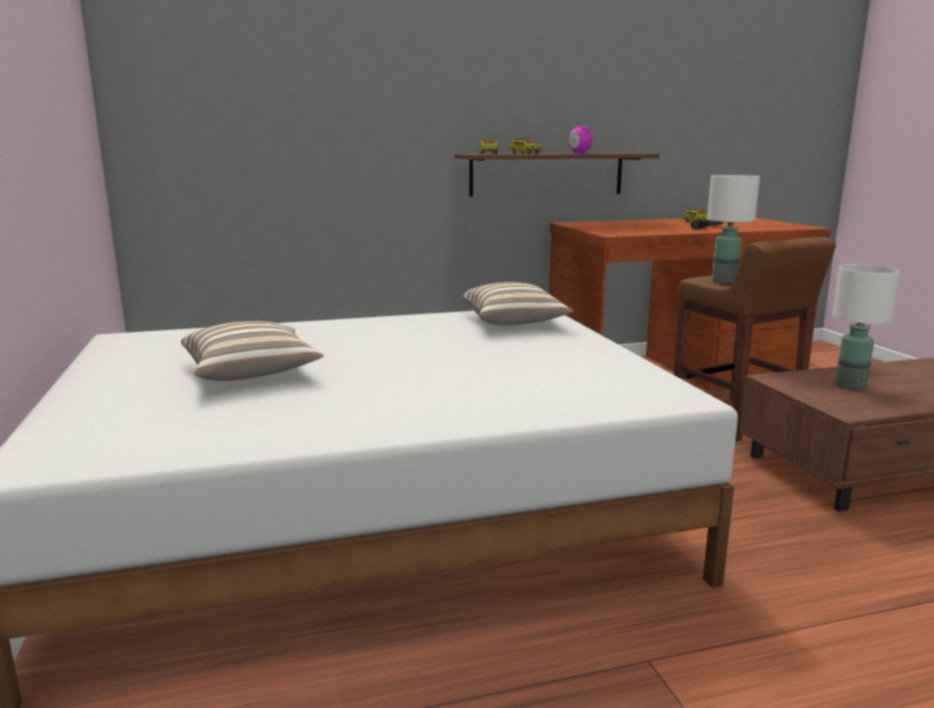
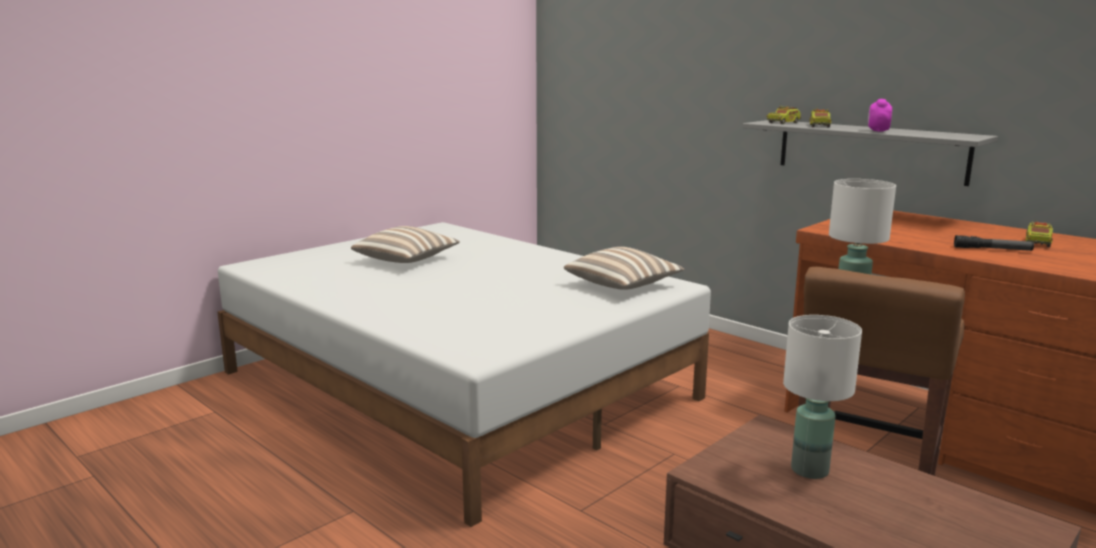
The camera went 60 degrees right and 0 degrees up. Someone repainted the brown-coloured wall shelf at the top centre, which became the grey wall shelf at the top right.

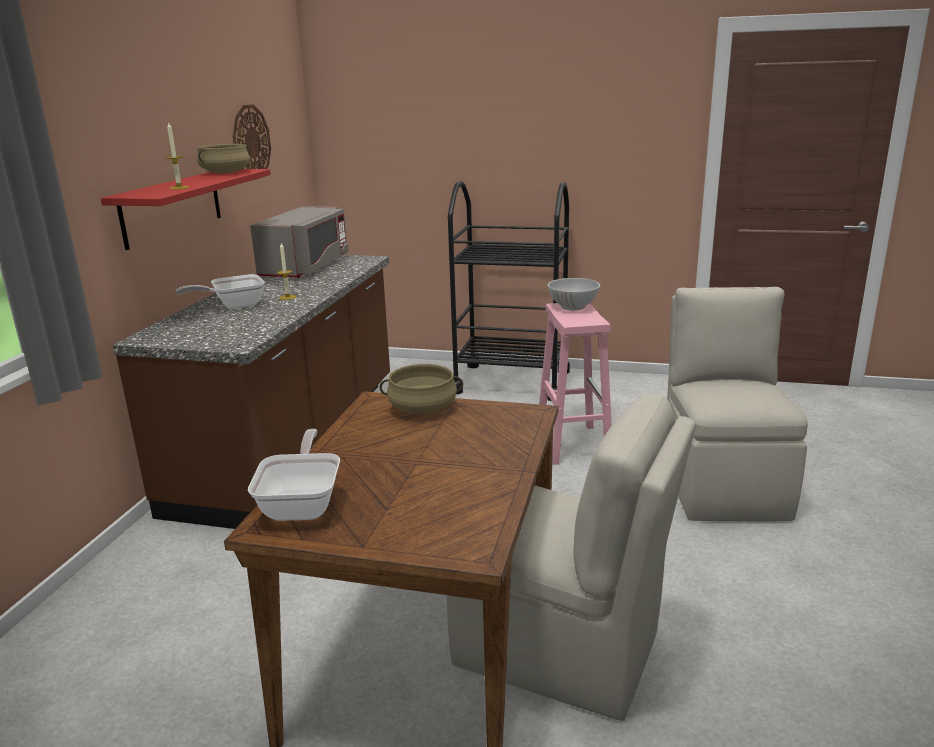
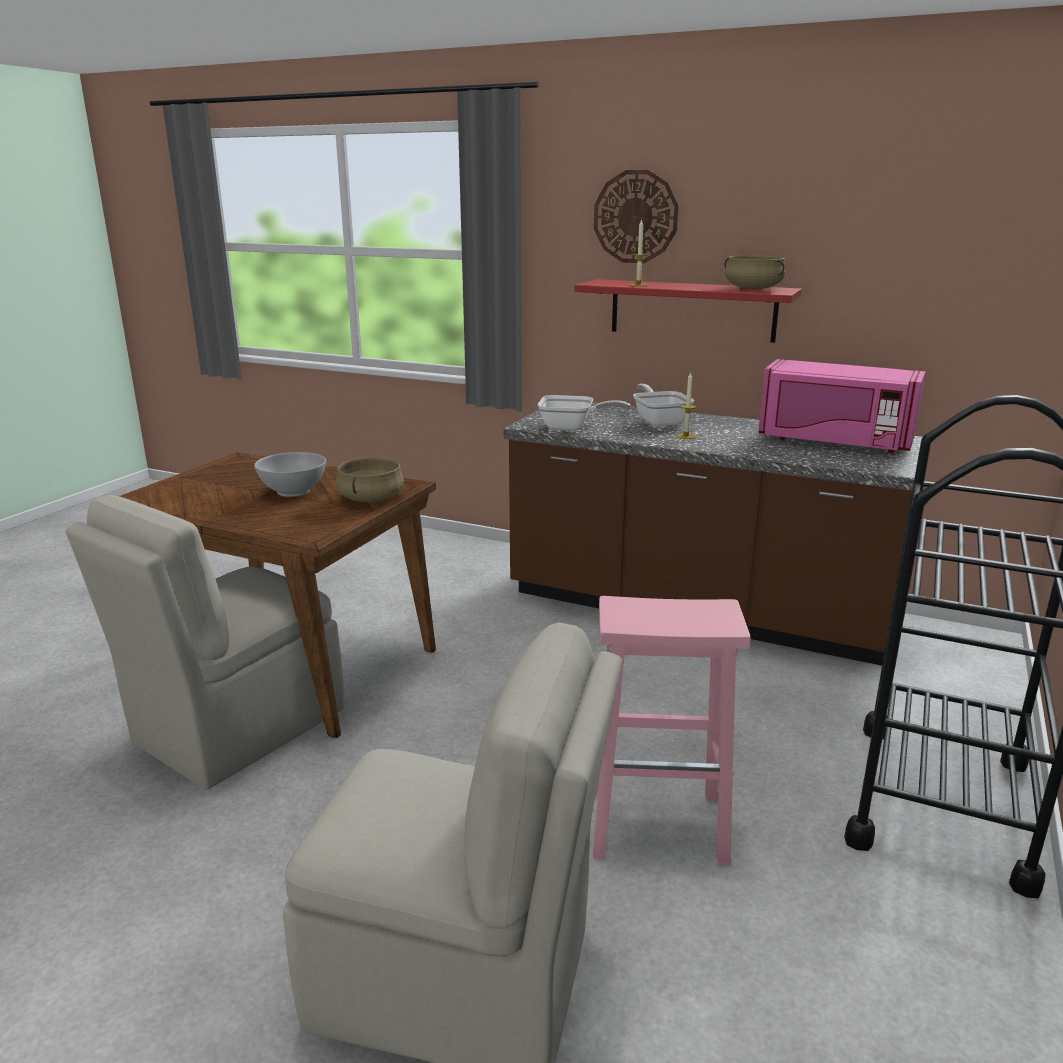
The camera went 100 degrees right and 0 degrees up. Someone carried the wall clock from the top left to the top centre. Someone repainted the grey microwave oven at the top left, which became the pink microwave oven at the middle right. Someone carried the white-coloured deep dish from the centre to the middle left. Someone carried the skillet (2nd from left in the first image) from the middle left to the centre.

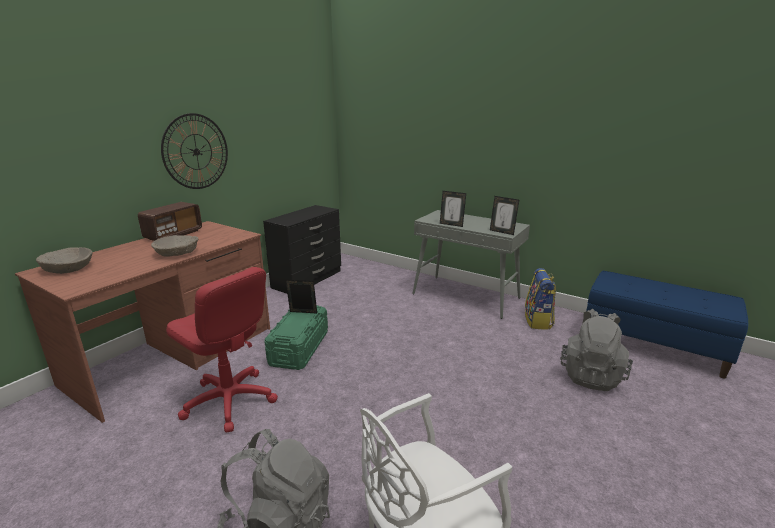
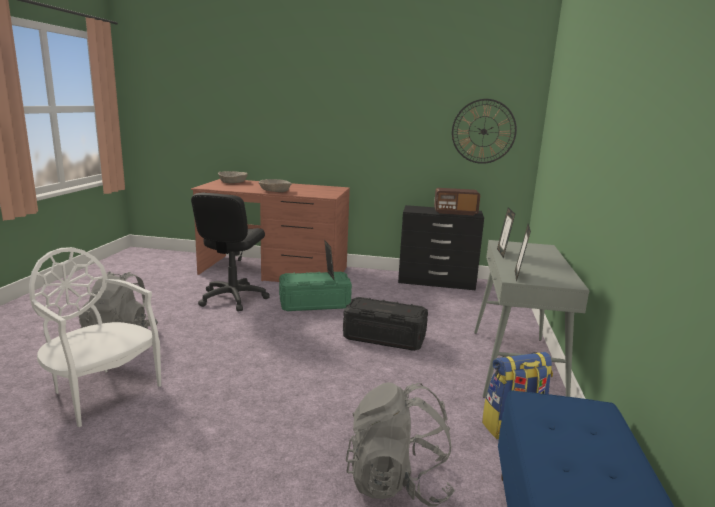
The camera went 65 degrees right and 5 degrees down. Someone carried the wall clock from the top left to the top right. Someone carried the radio set from the middle left to the centre. Someone repainted the reddish desk chair at the middle left, which became the black-coloured desk chair at the middle left. Someone put down the black-coloured storage box at the centre.

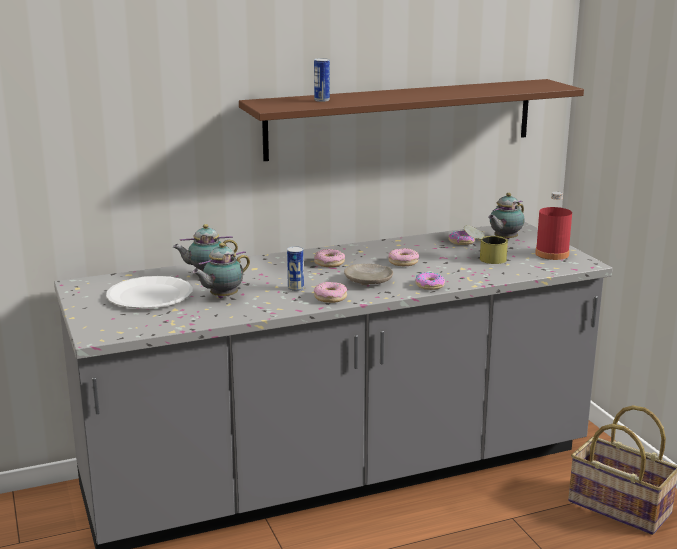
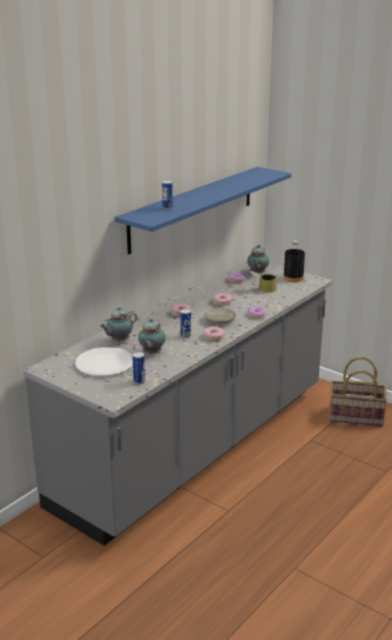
The camera went 30 degrees left and 5 degrees up. Someone repainted the brown-coloured wall shelf at the top centre, which became the bluish wall shelf at the top centre. Someone repainted the reddish drink bottle at the middle right, which became the black-coloured drink bottle at the middle right. Someone put down the sealed can (1st from left) at the centre.

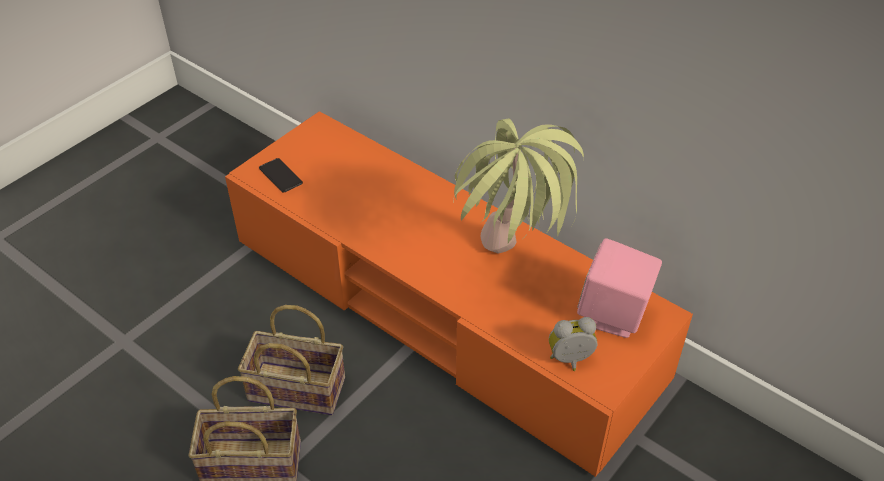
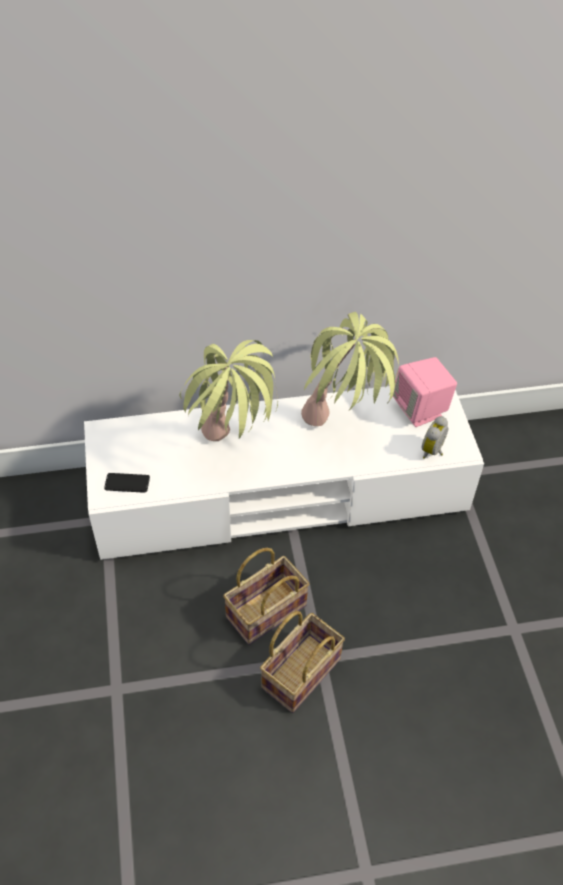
The camera went 50 degrees left and 5 degrees up. Someone repainted the orange tv stand at the centre, which became the white-coloured tv stand at the centre. Someone put down the houseplant (1st from left) at the centre.

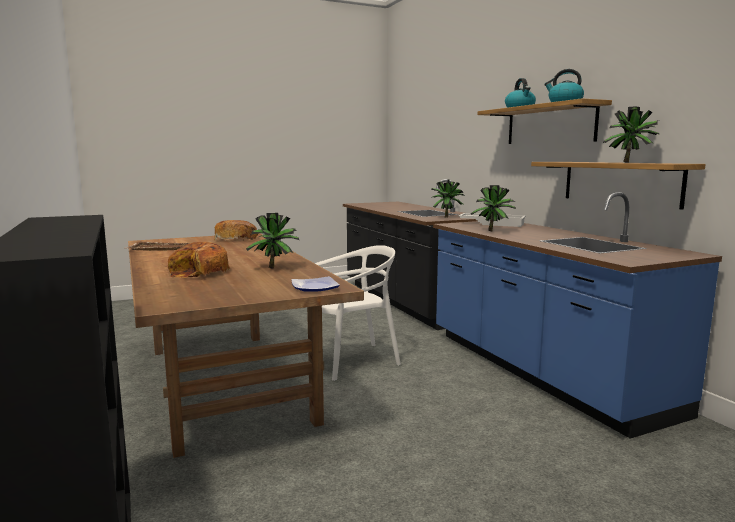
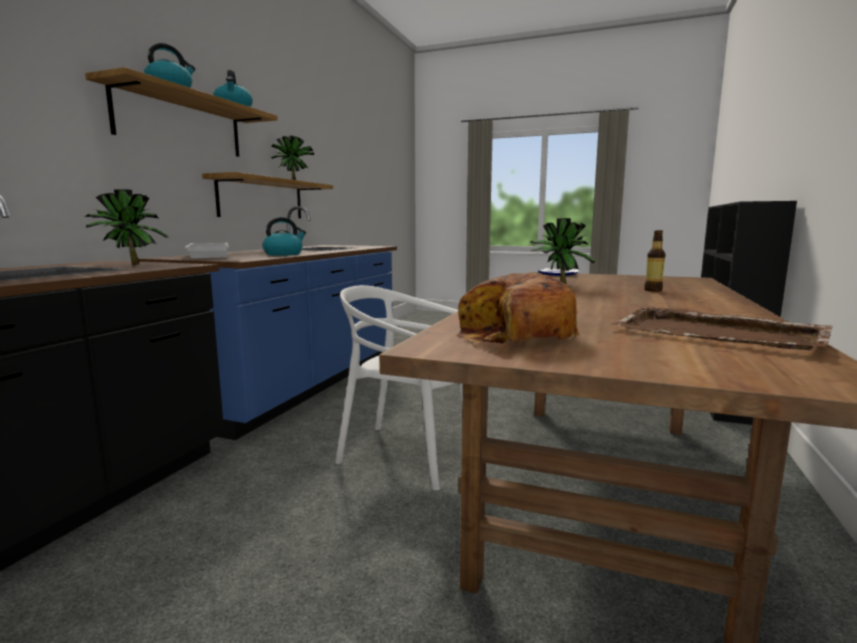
The camera went 135 degrees left and 0 degrees up. Someone swapped the houseplant (3rd from left) at the middle right for the kettle (3rd from left) at the middle left. Someone swapped the bakery bread (1st from left) at the middle left for the drink bottle at the middle right.

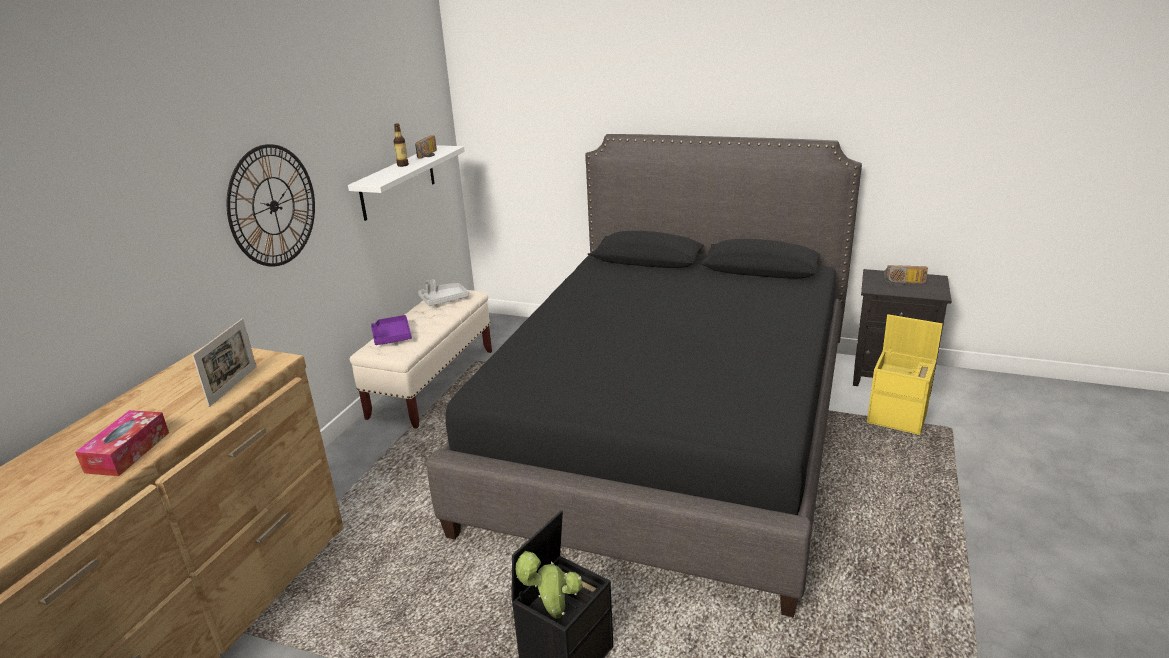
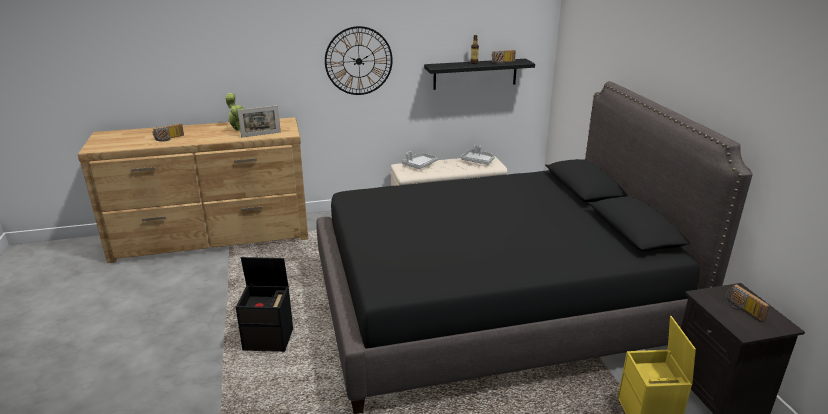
The camera went 55 degrees right and 0 degrees up. Someone repainted the white-coloured wall shelf at the top centre, which became the black-coloured wall shelf at the top centre. Someone repainted the purple serving tray at the centre, which became the grey serving tray (1st from left) at the centre. Someone took away the tissue box at the bottom left. Someone carried the houseplant from the bottom centre to the top left. Someone put down the radio set (1st from left) at the top left.

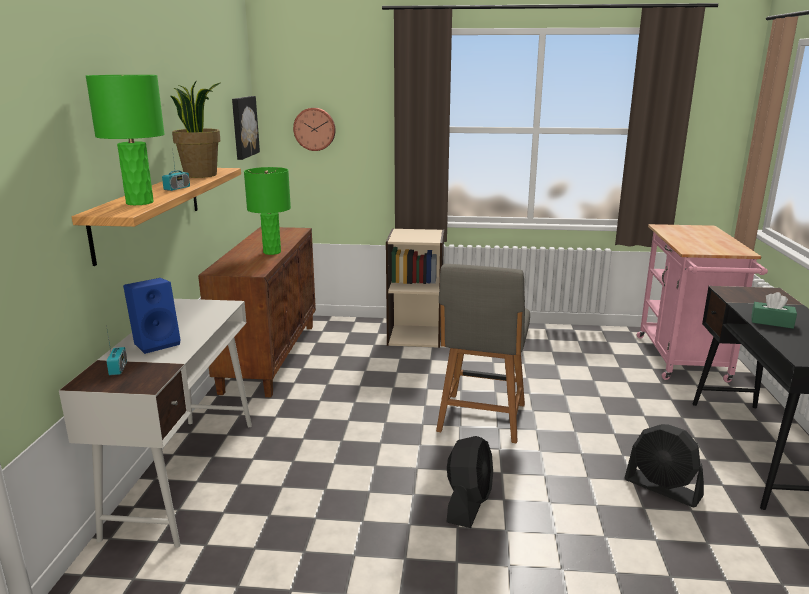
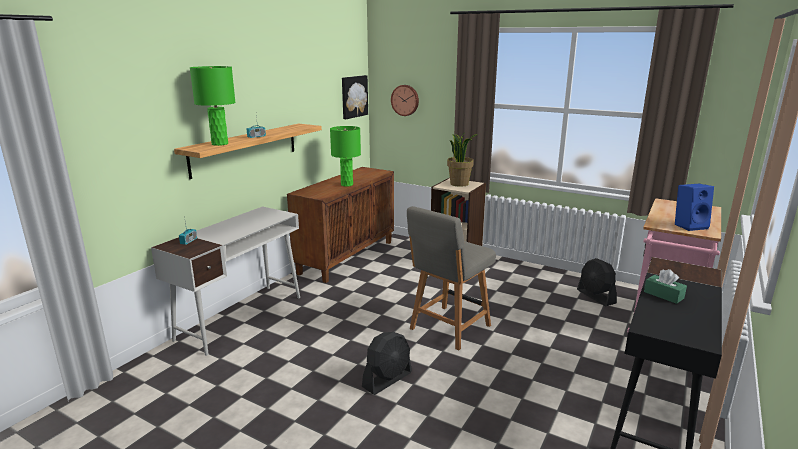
The camera went 25 degrees right and 0 degrees up. Someone carried the houseplant from the top left to the centre. Someone carried the bluish speaker from the middle left to the middle right. Someone carried the black-coloured electric fan (2nd from left) from the bottom right to the middle right.

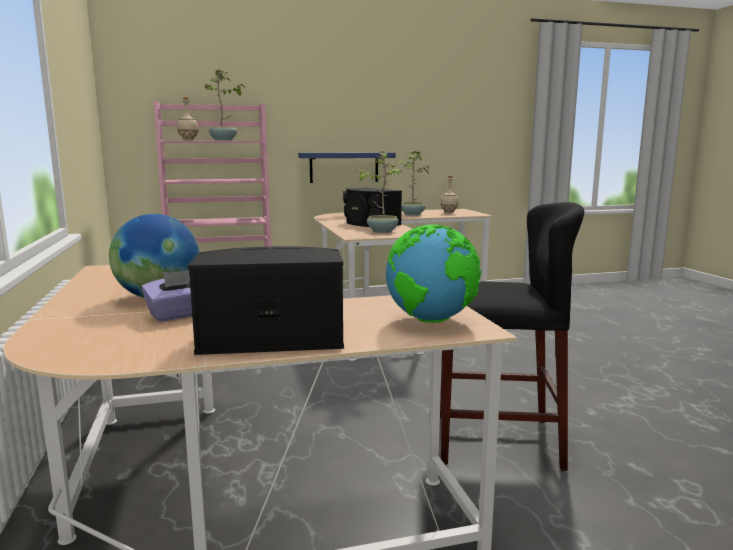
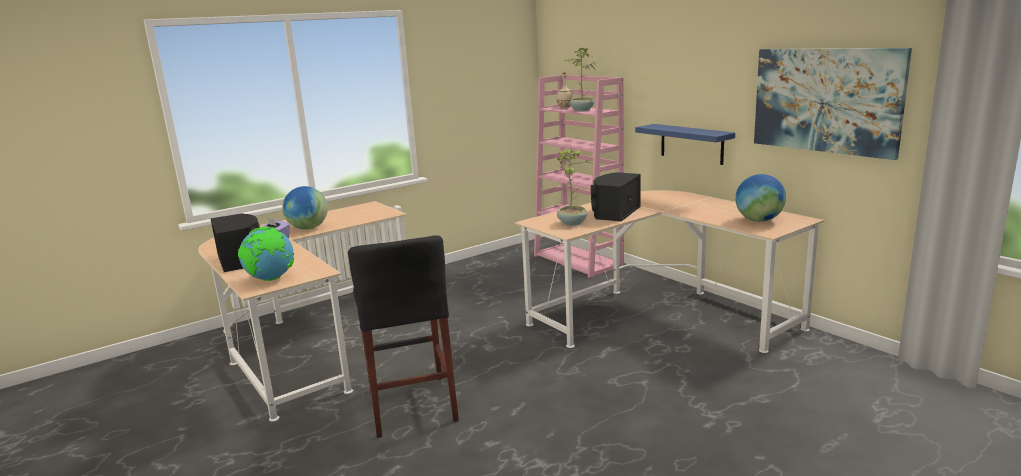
The camera went 70 degrees right and 5 degrees up. Someone took away the houseplant (3rd from left) at the top centre. Someone swapped the beige-coloured drink bottle (2nd from left) at the centre for the desk globe (3rd from left) at the middle right. Someone put up the wall picture at the top right.

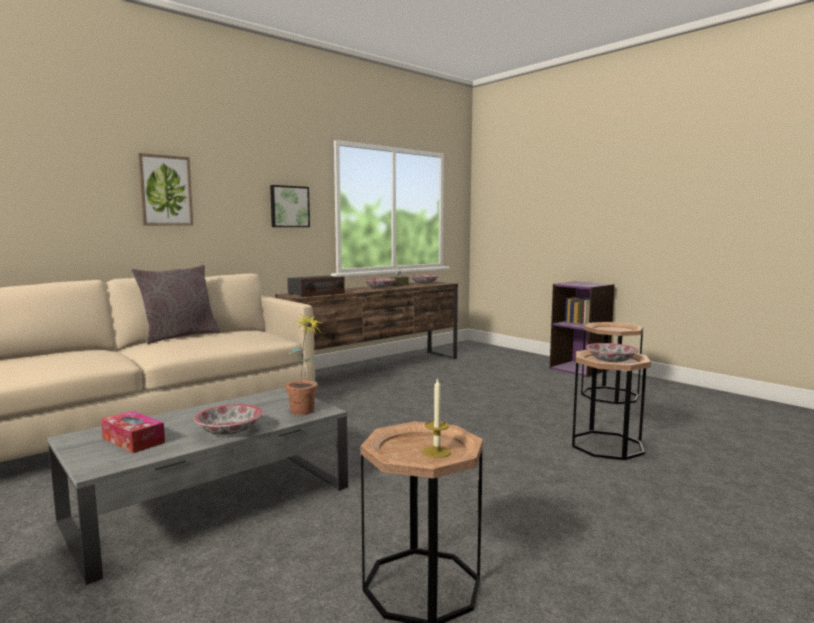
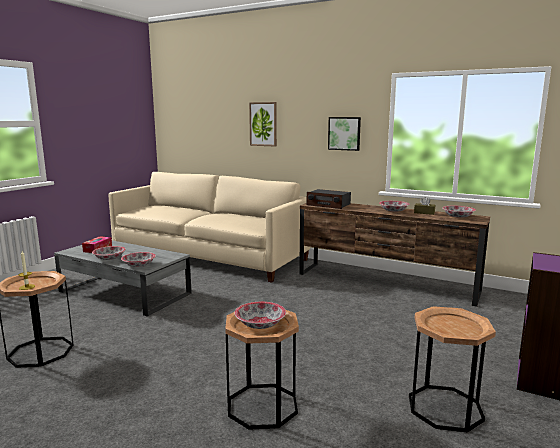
The camera went 70 degrees right and 5 degrees up. Someone took away the grey pillow at the middle left. Someone swapped the houseplant at the centre for the deep dish (2nd from left) at the middle left.

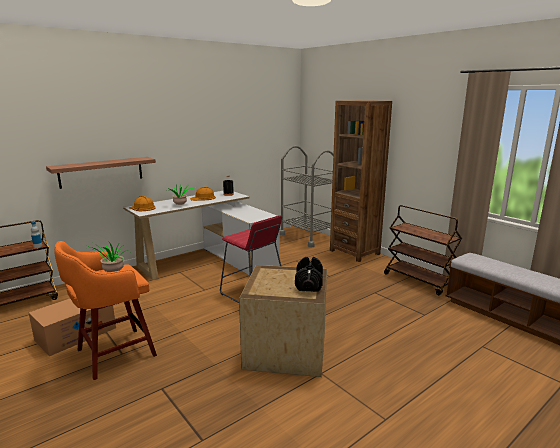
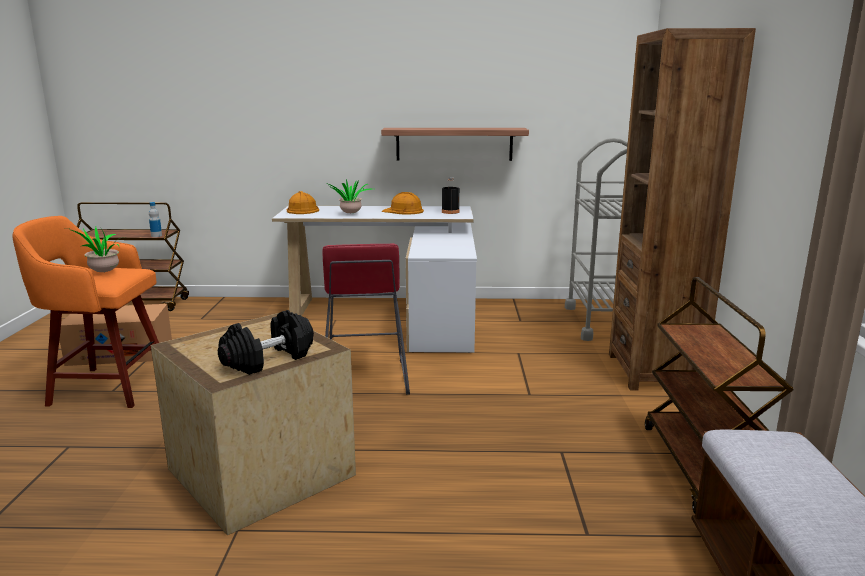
The camera went 40 degrees right and 0 degrees up. Someone carried the wall shelf from the middle left to the top centre.

